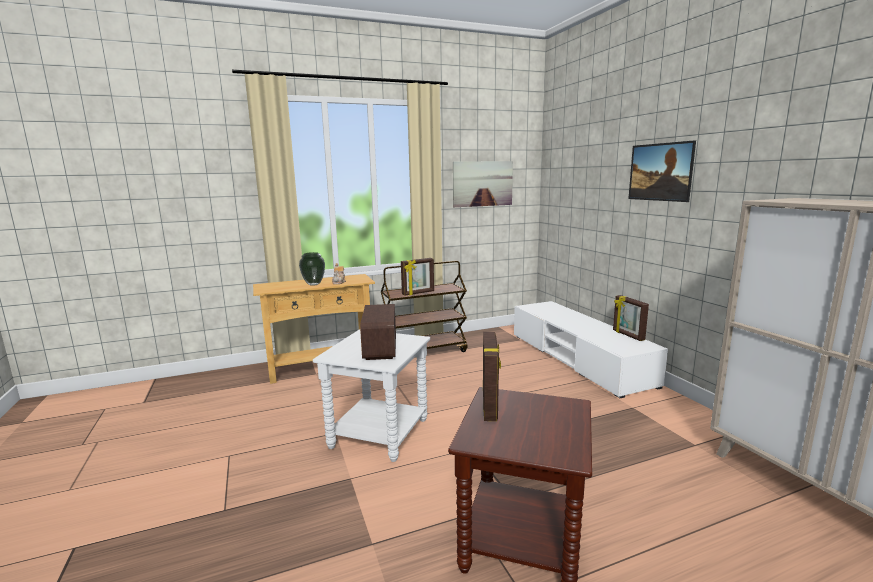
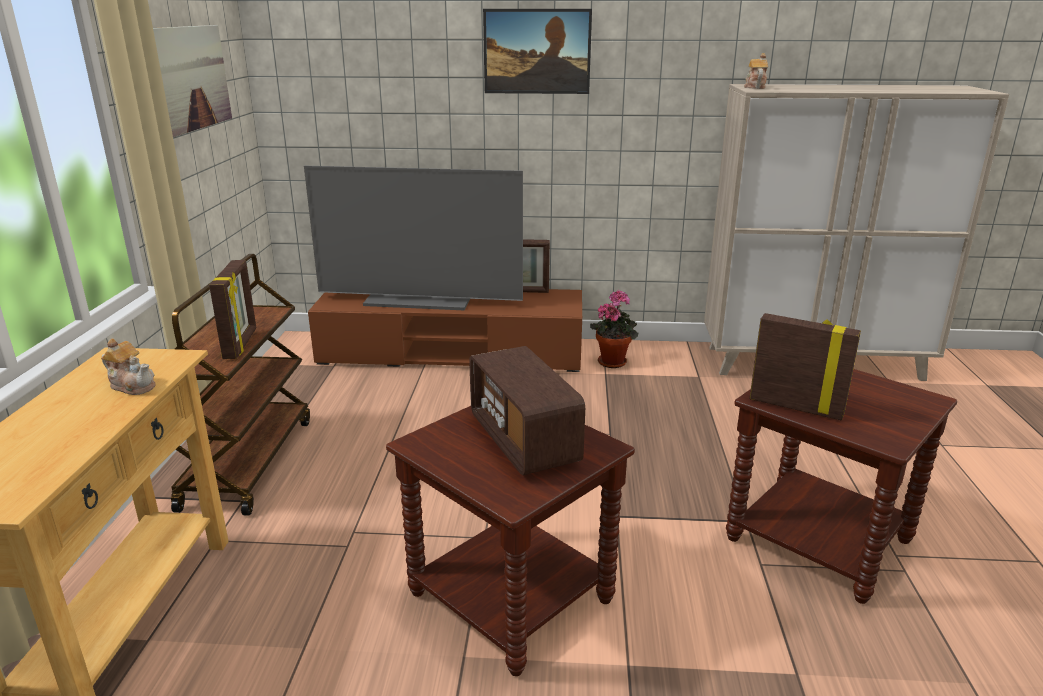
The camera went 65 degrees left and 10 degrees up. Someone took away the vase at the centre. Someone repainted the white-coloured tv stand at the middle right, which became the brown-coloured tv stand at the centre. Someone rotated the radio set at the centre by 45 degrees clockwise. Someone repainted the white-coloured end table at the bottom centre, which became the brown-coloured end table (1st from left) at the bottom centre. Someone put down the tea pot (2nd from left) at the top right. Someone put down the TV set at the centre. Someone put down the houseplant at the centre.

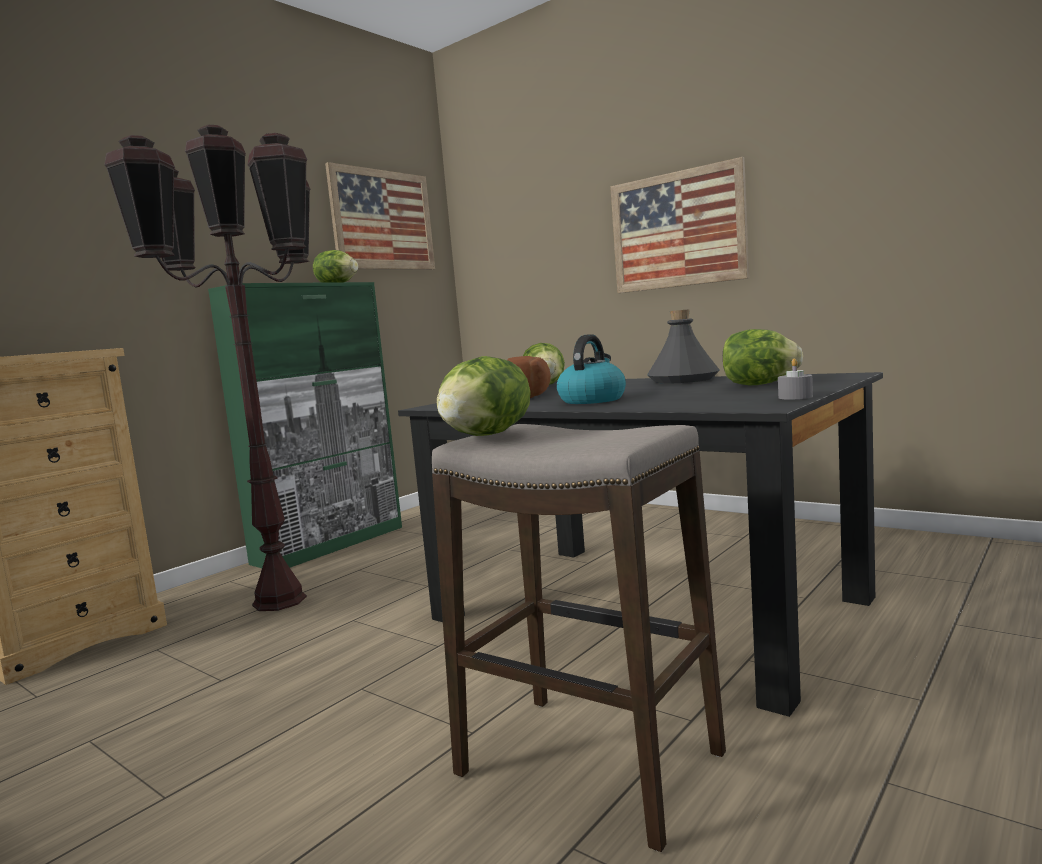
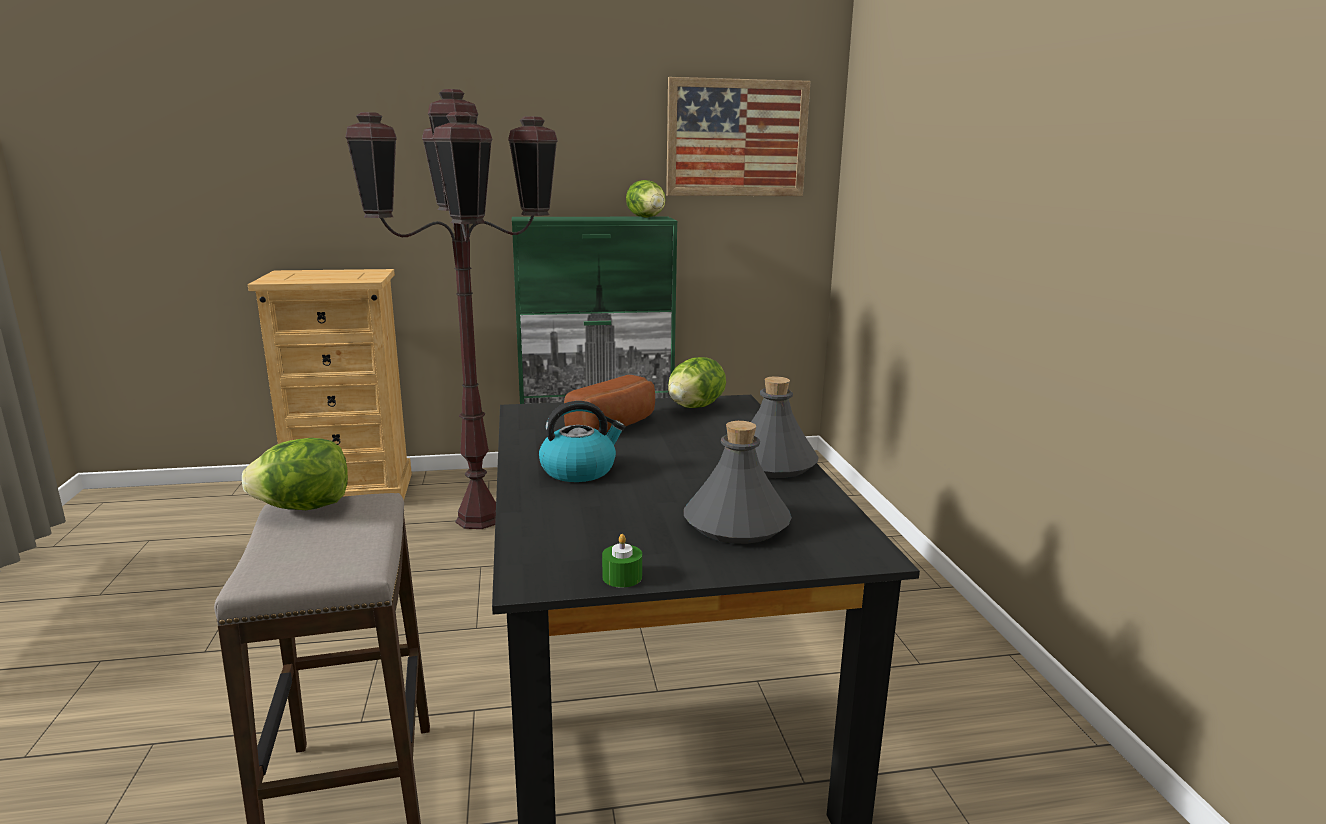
The camera went 40 degrees right and 10 degrees up. Someone took away the wall picture (2nd from left) at the top centre. Someone swapped the head of lettuce (4th from left) at the middle right for the grey drink bottle (1st from left) at the centre. Someone repainted the grey wax candle at the middle right, which became the green wax candle at the bottom centre.

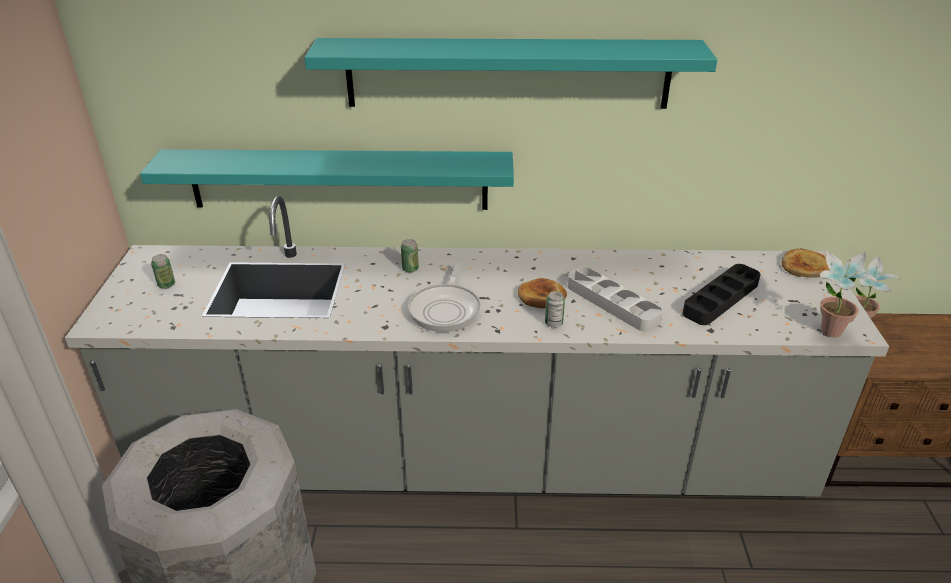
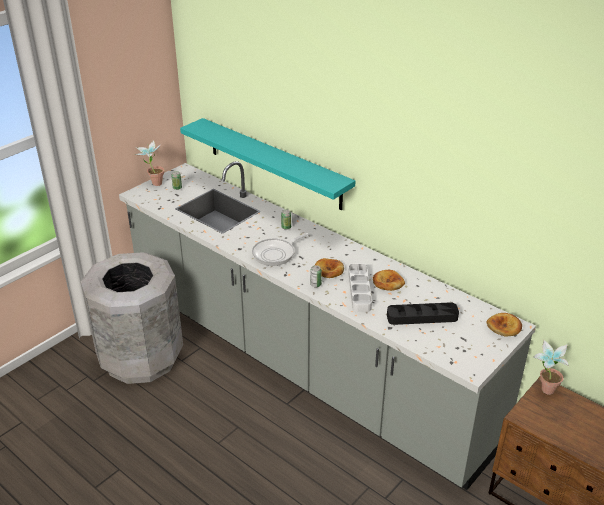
The camera went 40 degrees right and 0 degrees up. Someone took away the blue-green wall shelf (2nd from left) at the top centre. Someone carried the houseplant (1st from left) from the middle right to the top left. Someone put down the bakery bread (2nd from left) at the centre.

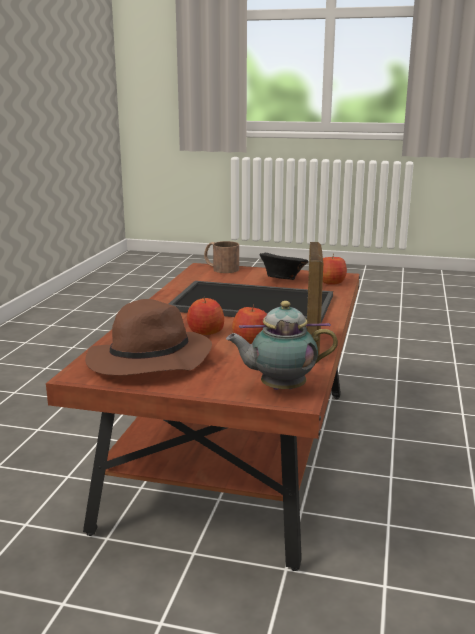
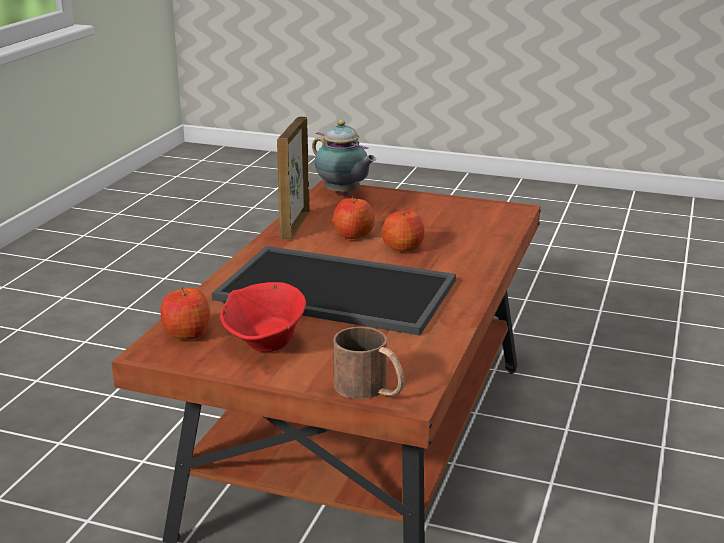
The camera went 175 degrees left and 5 degrees up. Someone repainted the black-coloured deep dish at the centre, which became the reddish deep dish at the centre. Someone took away the brown-coloured clothing hat at the middle left. Someone rotated the tea pot at the centre by 45 degrees clockwise.

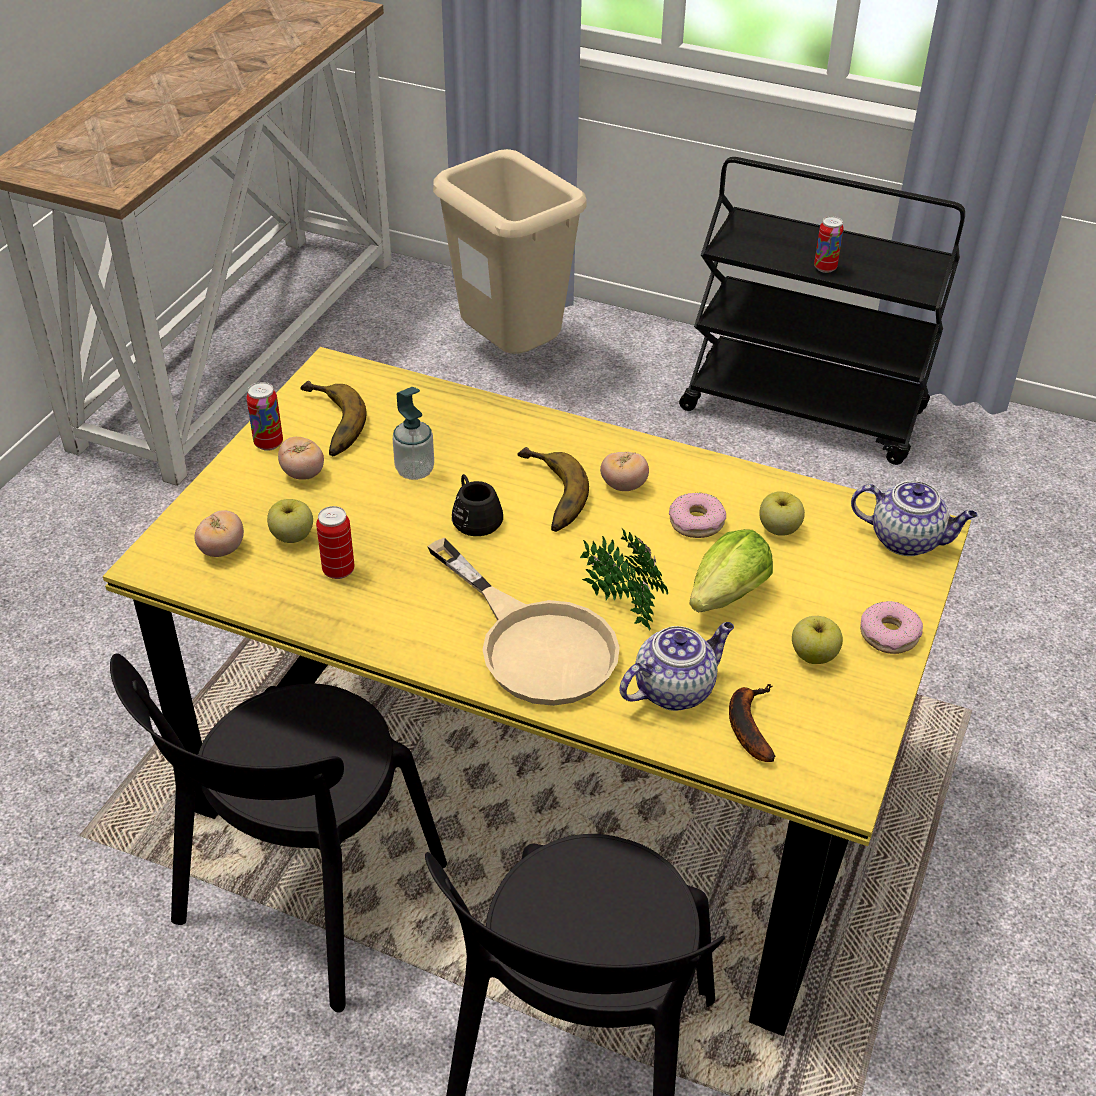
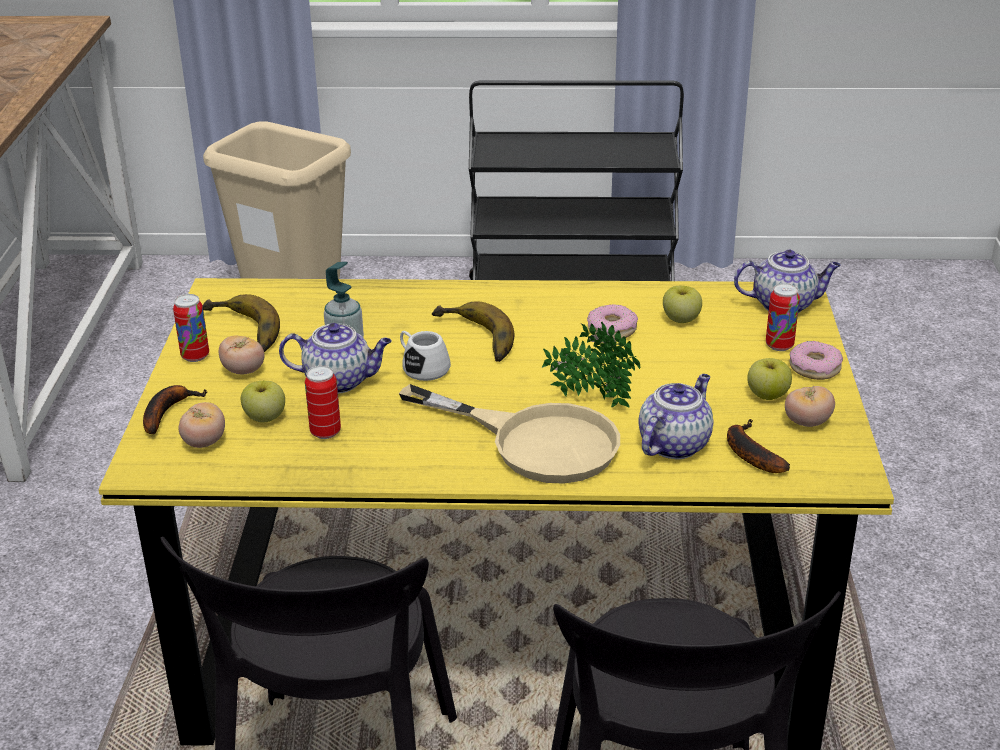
The camera went 20 degrees left and 10 degrees down. Someone carried the sealed can (3rd from left) from the top right to the middle right. Someone carried the tomato (3rd from left) from the centre to the middle right. Someone repainted the black-coloured tea mug at the centre, which became the white-coloured tea mug at the centre. Someone took away the head of lettuce at the middle right. Someone put down the tea pot (1st from left) at the centre. Someone put down the banana fruit (1st from left) at the middle left.

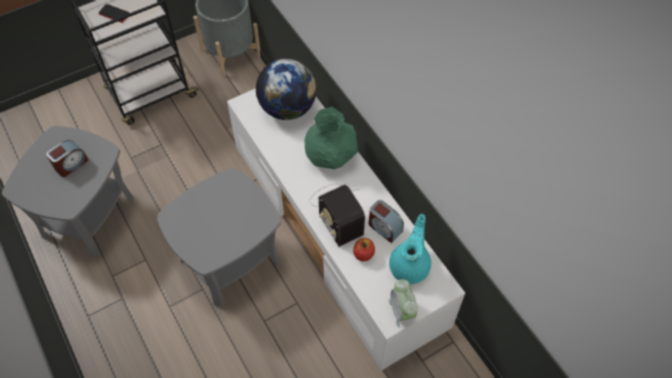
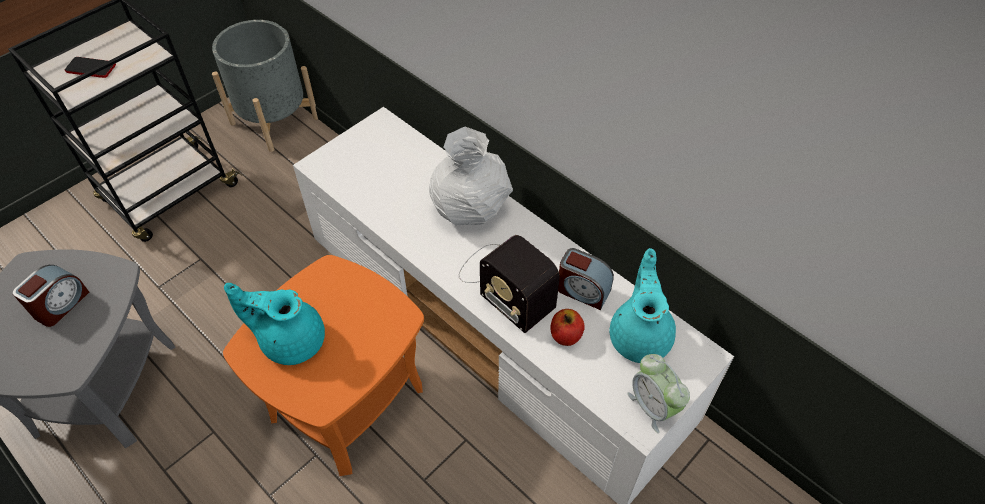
The camera went 15 degrees left and 5 degrees down. Someone took away the desk globe at the top centre. Someone repainted the green vase at the centre, which became the white-coloured vase at the centre. Someone repainted the grey end table (2nd from left) at the middle left, which became the orange end table at the bottom left. Someone put down the blue-green tea pot (1st from left) at the middle left.

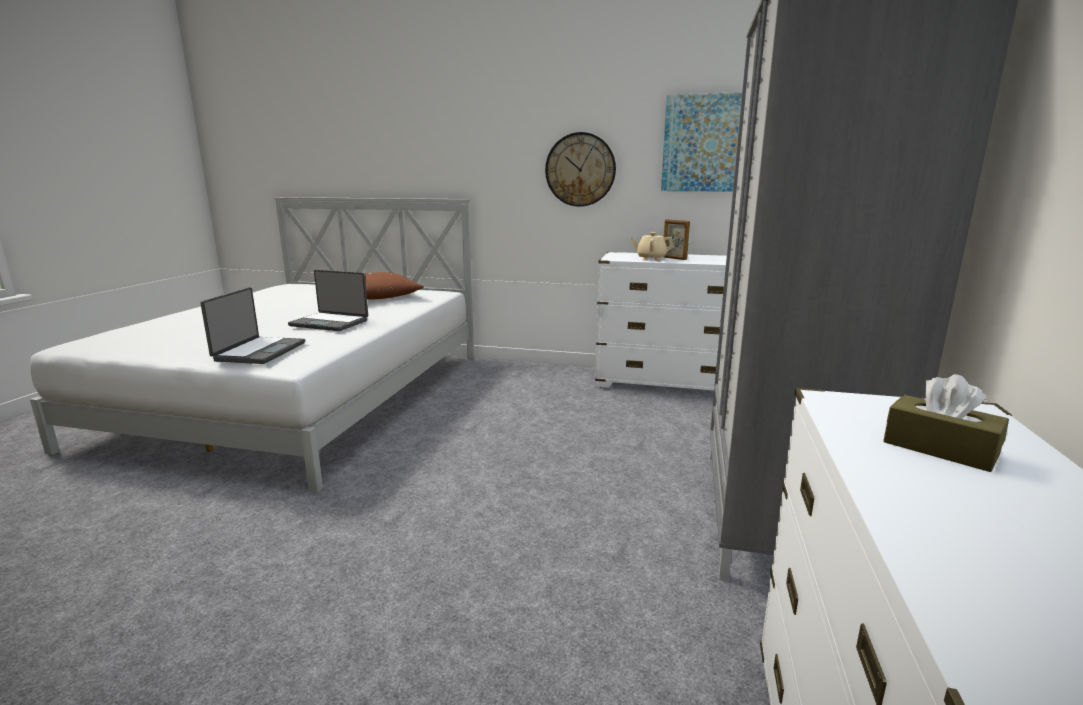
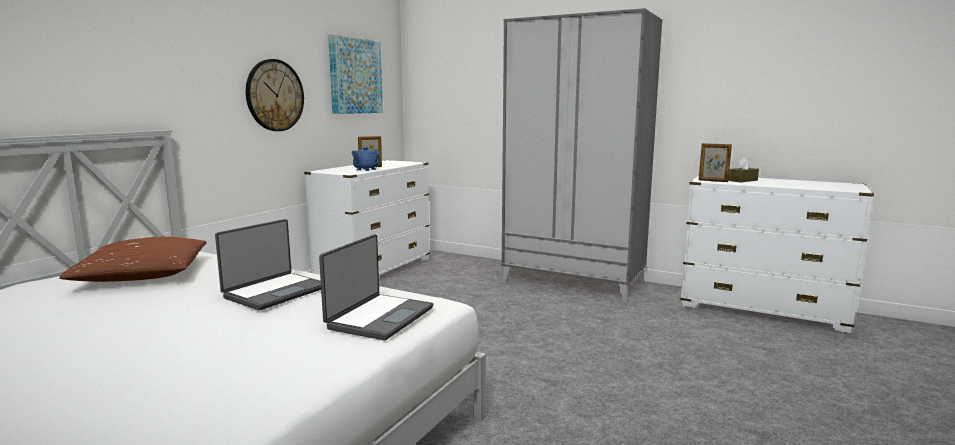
The camera went 75 degrees left and 5 degrees down. Someone repainted the beige-coloured tea pot at the centre, which became the bluish tea pot at the centre. Someone rotated the notebook computer (1st from left in the first image) at the middle left by 90 degrees clockwise. Someone put down the standing frame (2nd from left) at the middle right.

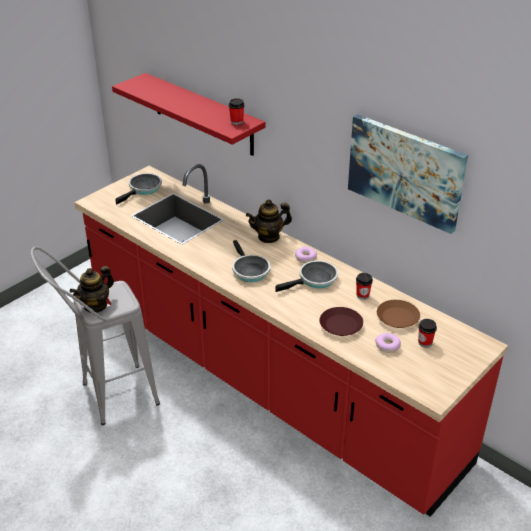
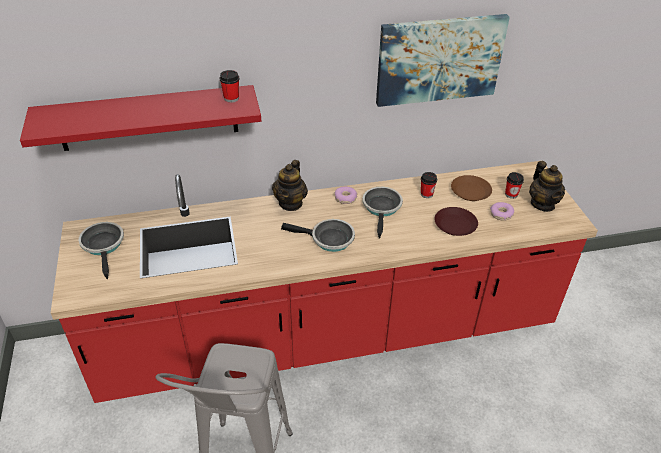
The camera went 55 degrees left and 5 degrees up. Someone carried the tea pot (1st from left in the first image) from the middle left to the middle right.

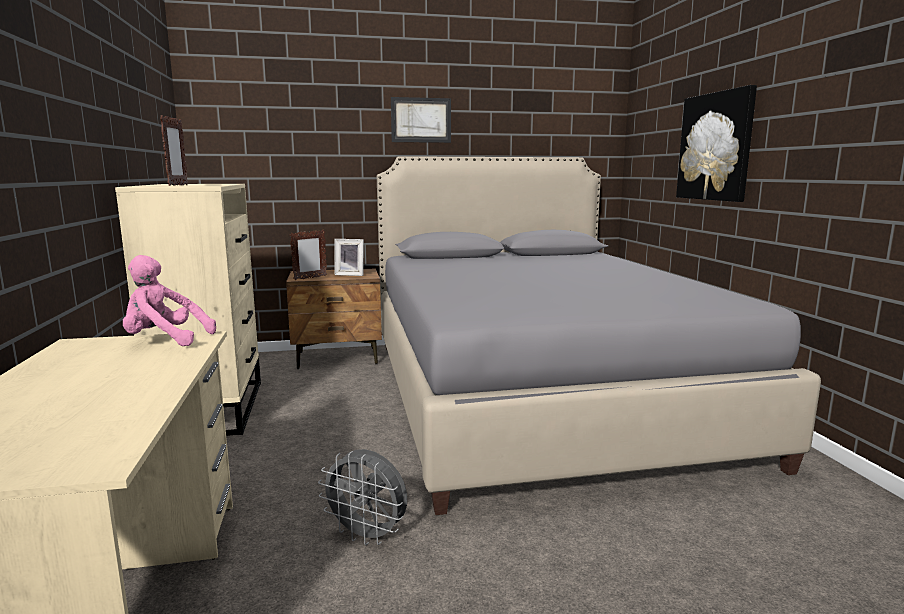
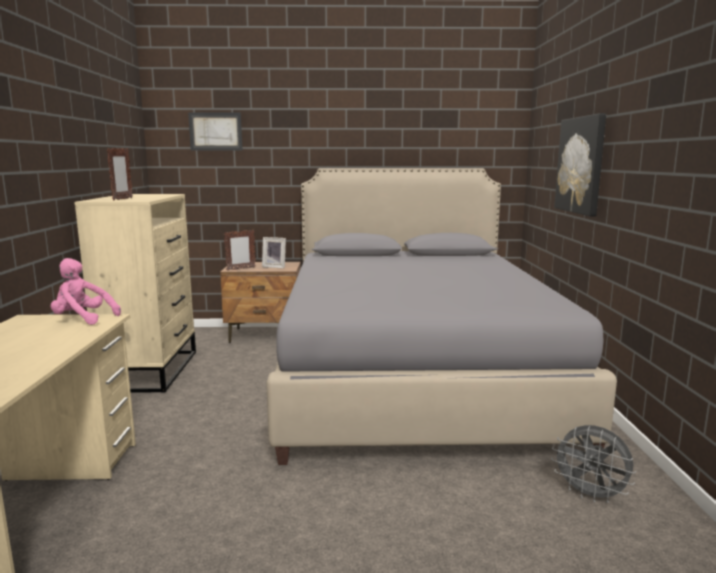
The camera went 10 degrees right and 0 degrees up. Someone carried the wall picture (1st from left) from the top centre to the top left. Someone carried the grey electric fan from the bottom centre to the bottom right.

